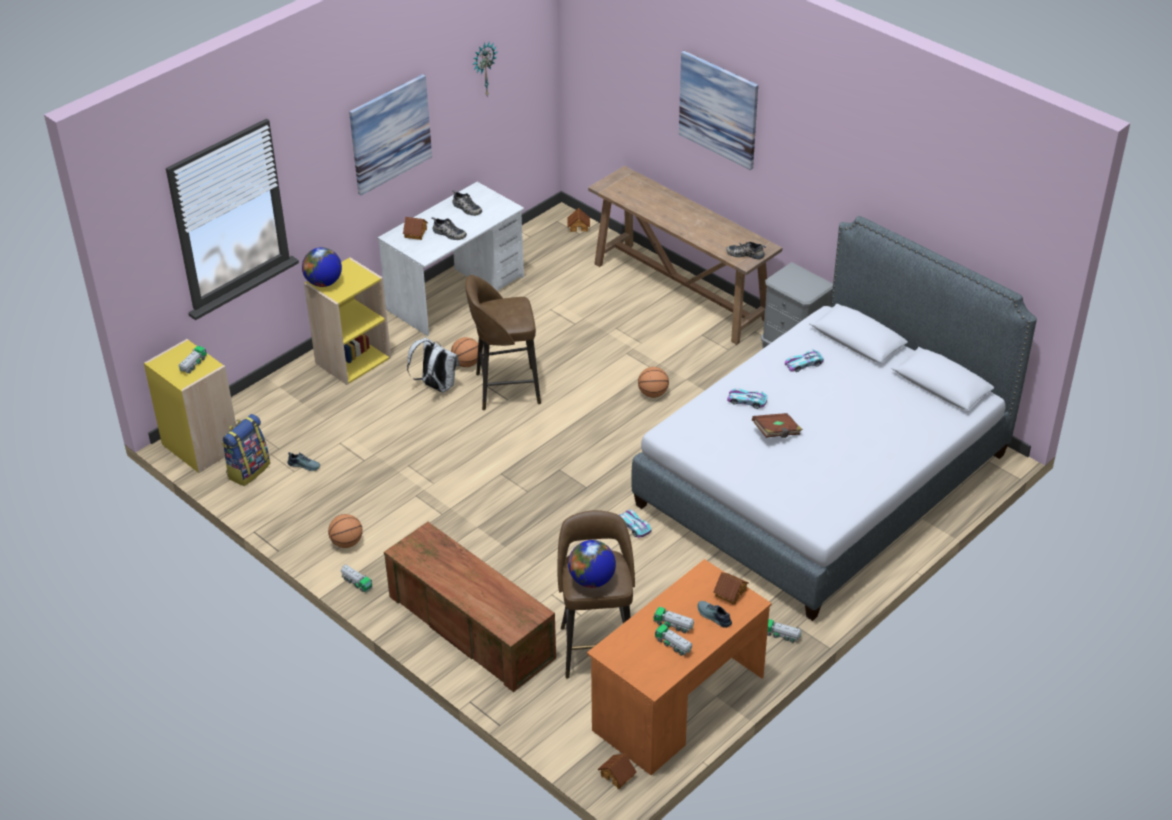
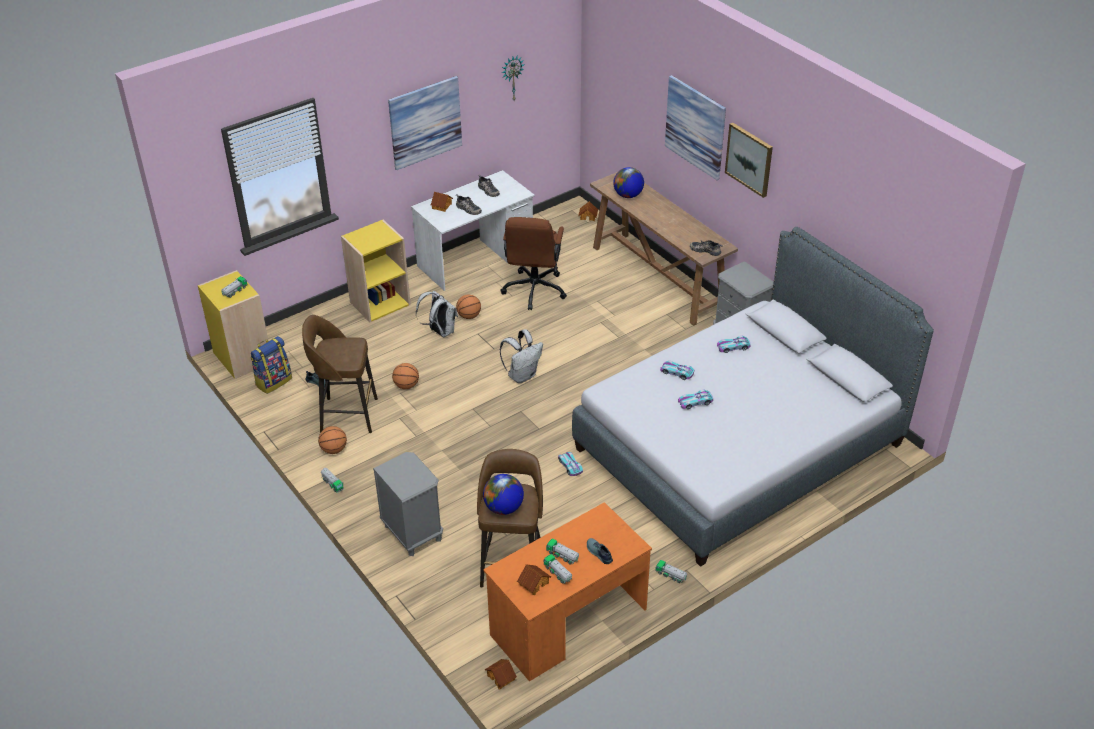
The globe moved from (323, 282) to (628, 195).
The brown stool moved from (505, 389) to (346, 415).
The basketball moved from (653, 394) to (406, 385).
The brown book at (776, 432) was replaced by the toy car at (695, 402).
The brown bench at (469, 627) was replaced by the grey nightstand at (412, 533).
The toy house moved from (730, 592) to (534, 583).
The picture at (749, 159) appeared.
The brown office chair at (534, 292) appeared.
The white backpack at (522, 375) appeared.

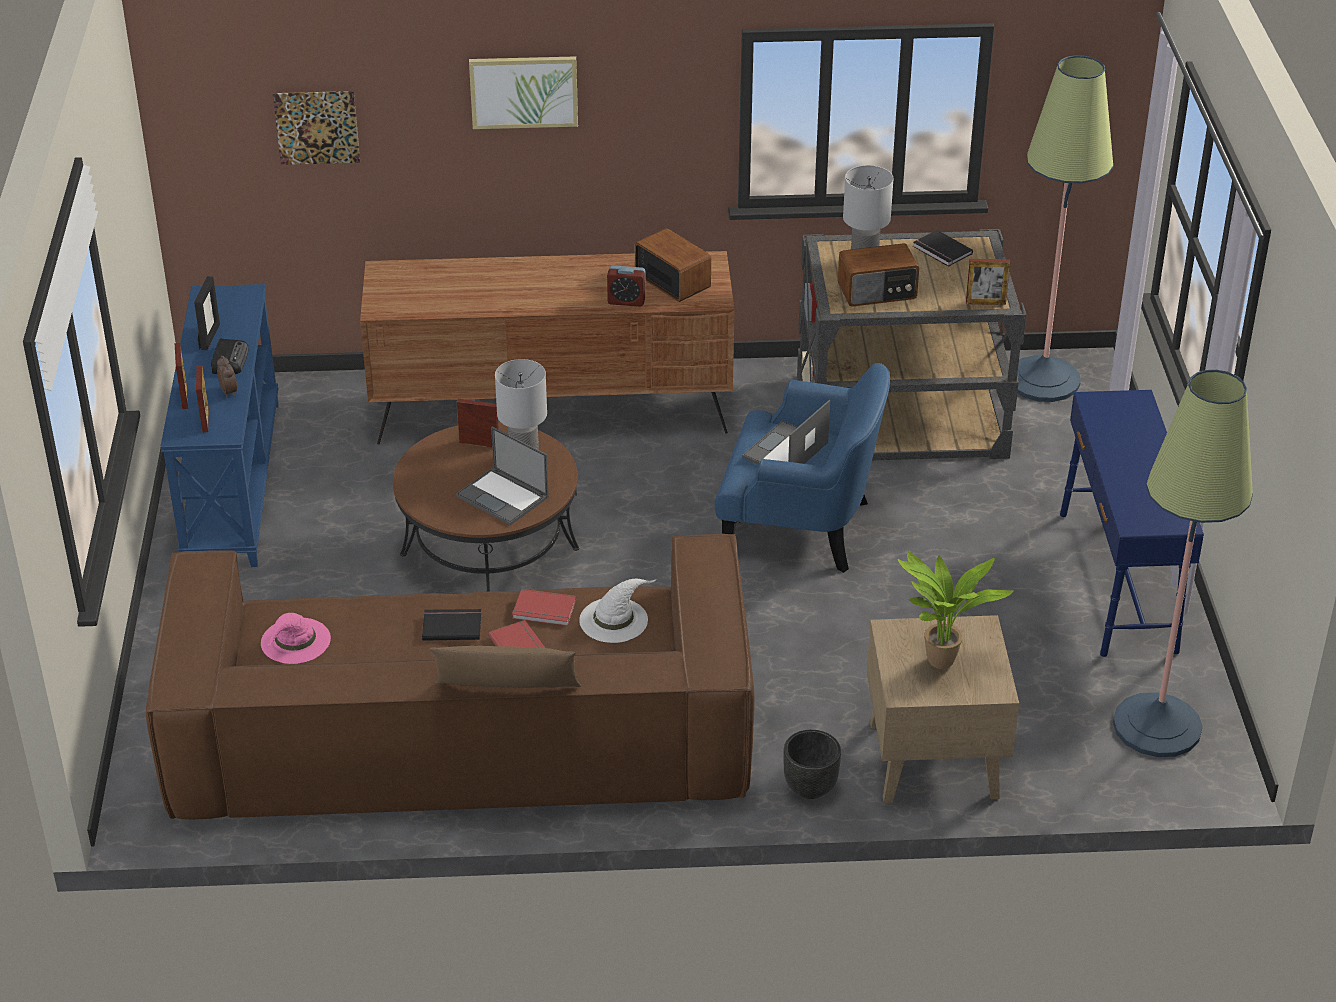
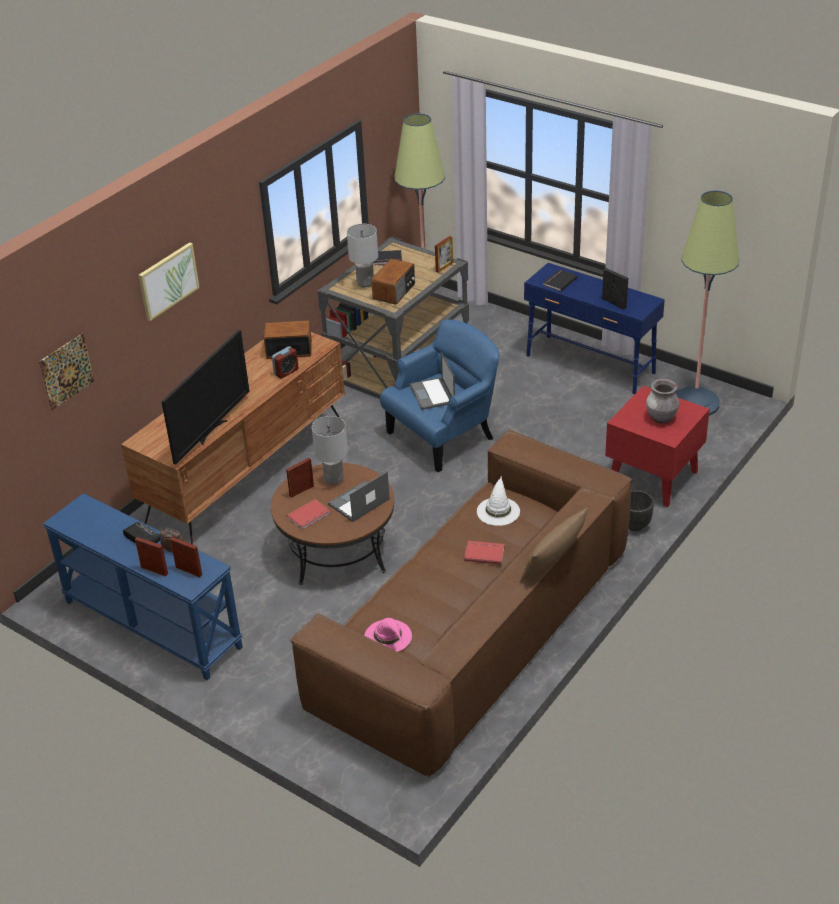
The picture frame moved from (209, 336) to (613, 303).
The laptop at (503, 497) turned 150 degrees clockwise.
The potted plant at (940, 665) was replaced by the grey vase at (661, 418).
The red book moved from (544, 611) to (309, 516).
The black book moved from (451, 626) to (559, 281).
The beige nightstand at (931, 760) became the red nightstand at (652, 478).
The television at (211, 431) appeared.

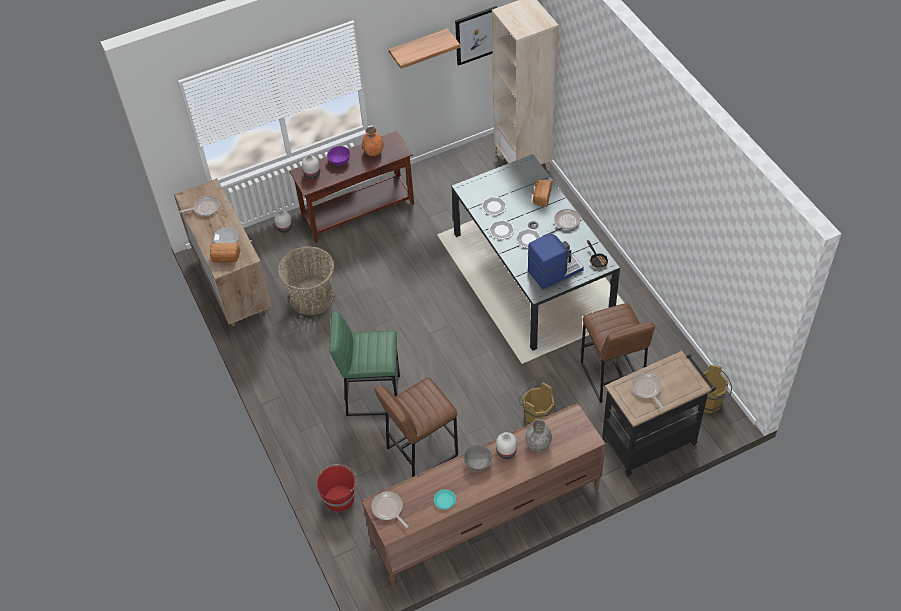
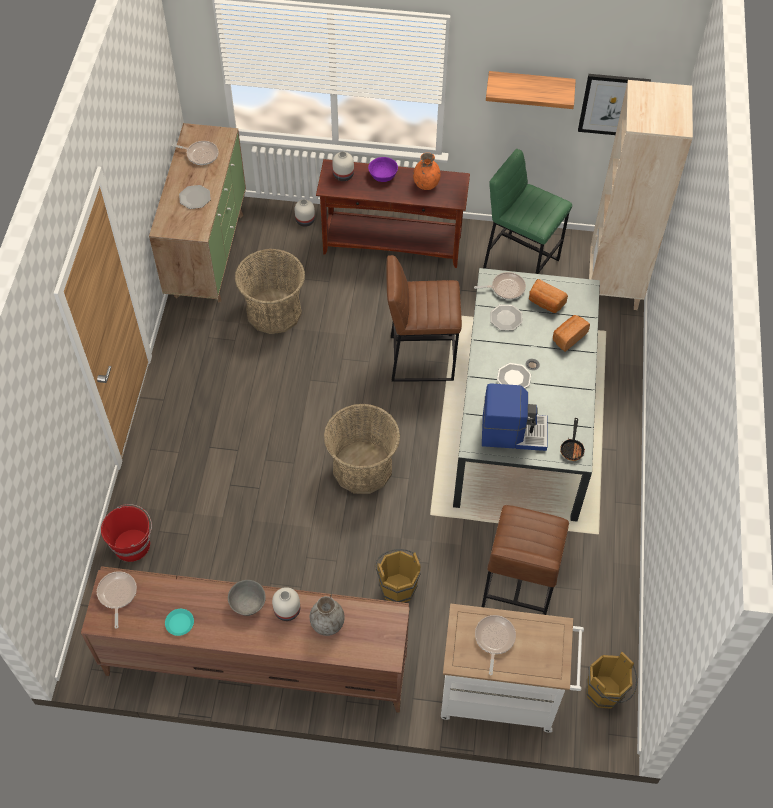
The frying pan moved from (565, 222) to (505, 288).
The plate at (501, 230) disappeared.
The bread moved from (225, 258) to (545, 303).
The green stool moved from (372, 395) to (520, 263).
The black cart at (651, 441) became the white cart at (502, 696).
The brown stool moved from (421, 452) to (420, 358).
The basket at (362, 467) appeared.

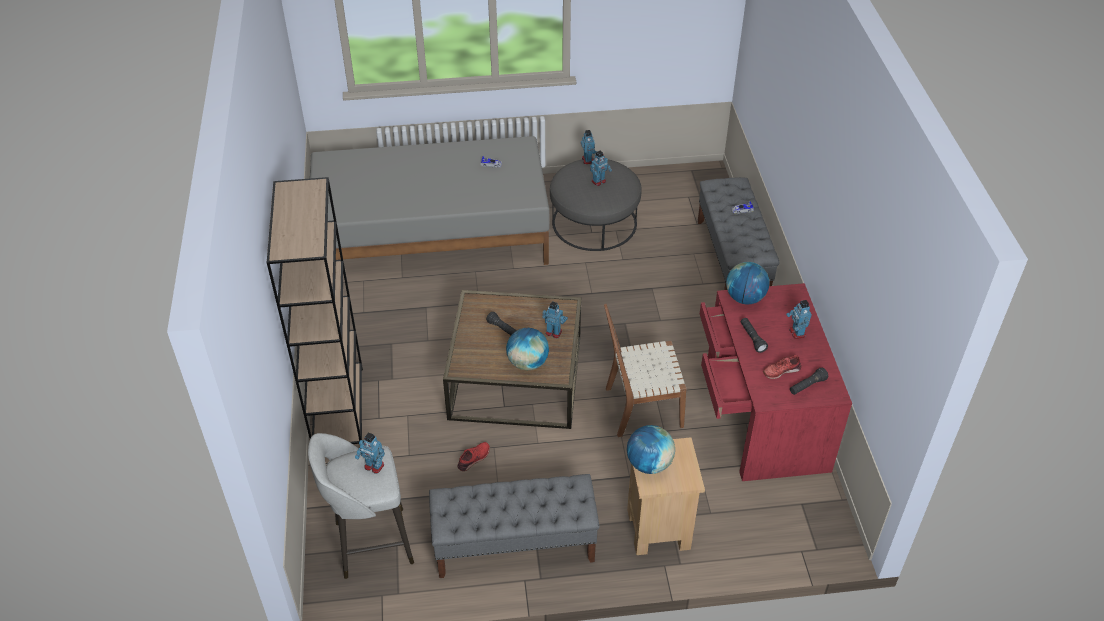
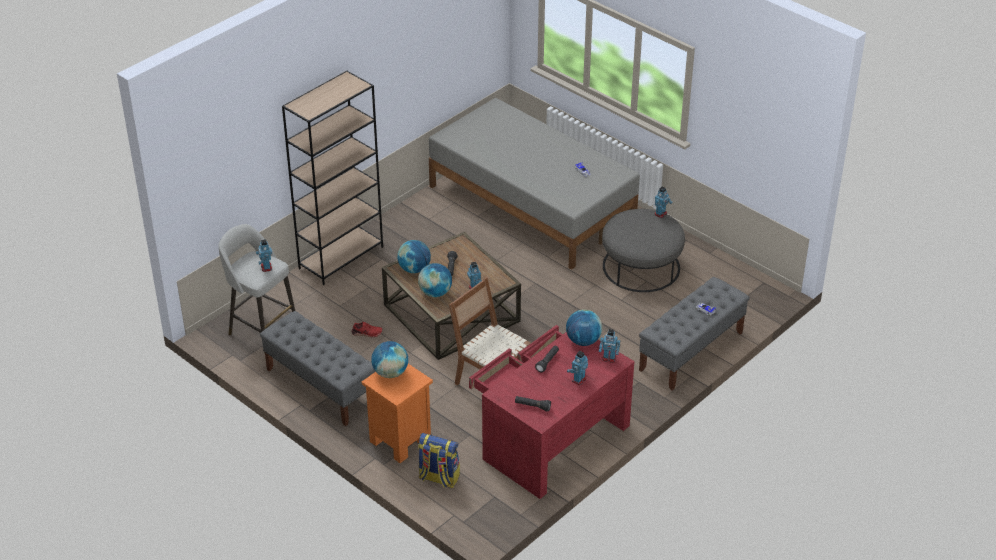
The toy robot moved from (599, 181) to (609, 358).
The red shoe at (781, 370) disappeared.
The beige nightstand at (657, 528) became the orange nightstand at (400, 440).
The globe at (414, 269) appeared.
The backpack at (438, 478) appeared.

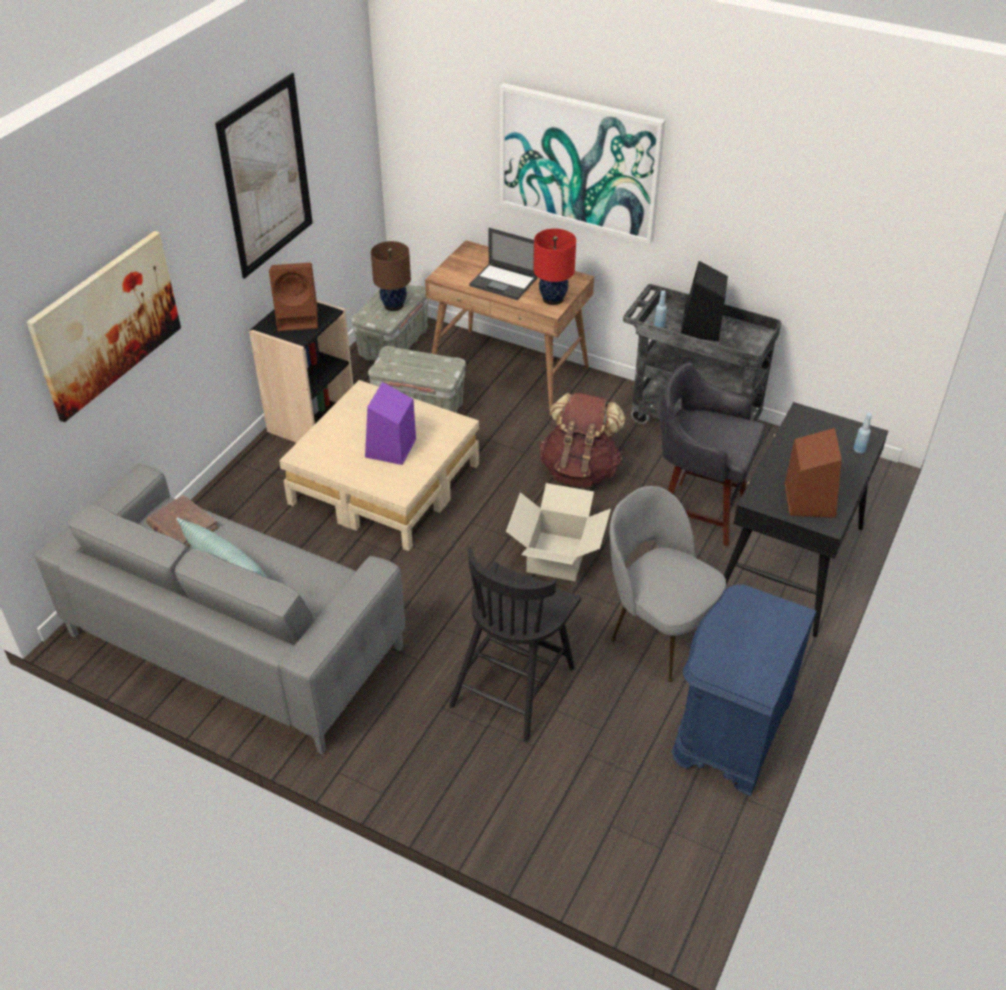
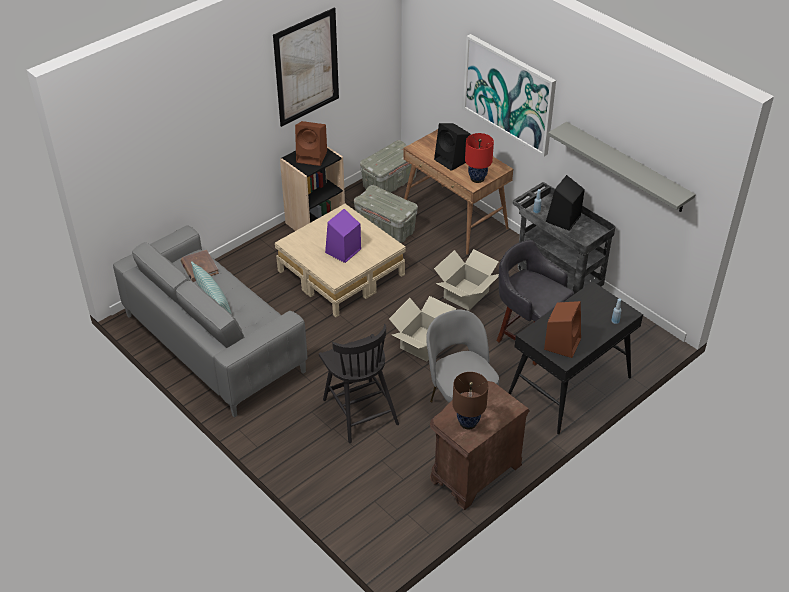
The laptop at (504, 282) was replaced by the black speaker at (452, 160).
The picture at (107, 324) disappeared.
The brown table lamp moved from (393, 305) to (468, 422).
The brown backpack at (580, 470) was replaced by the cardboard box at (466, 294).
The black chair at (514, 683) turned 75 degrees counterclockwise.
The blue nightstand at (728, 729) became the brown nightstand at (472, 470).
The grey shelf at (626, 167) appeared.

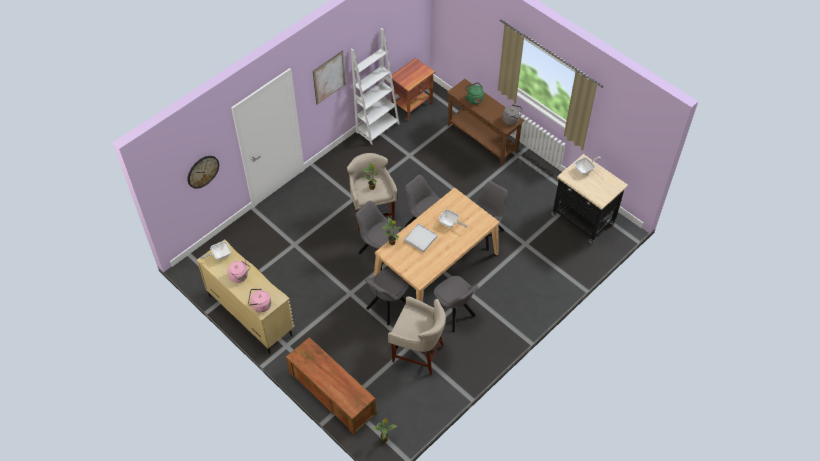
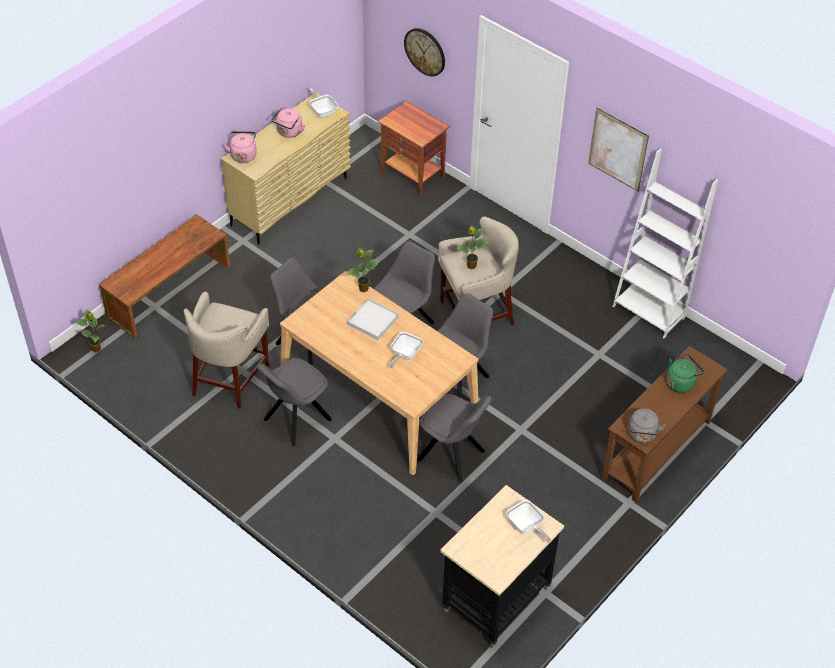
The nightstand moved from (412, 105) to (413, 175).

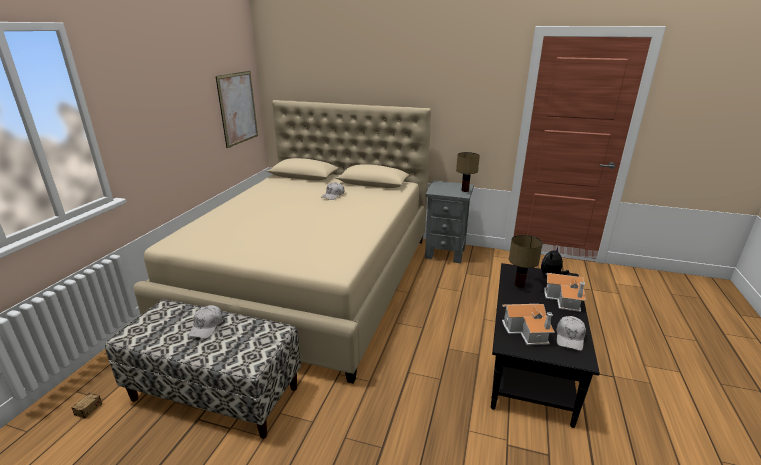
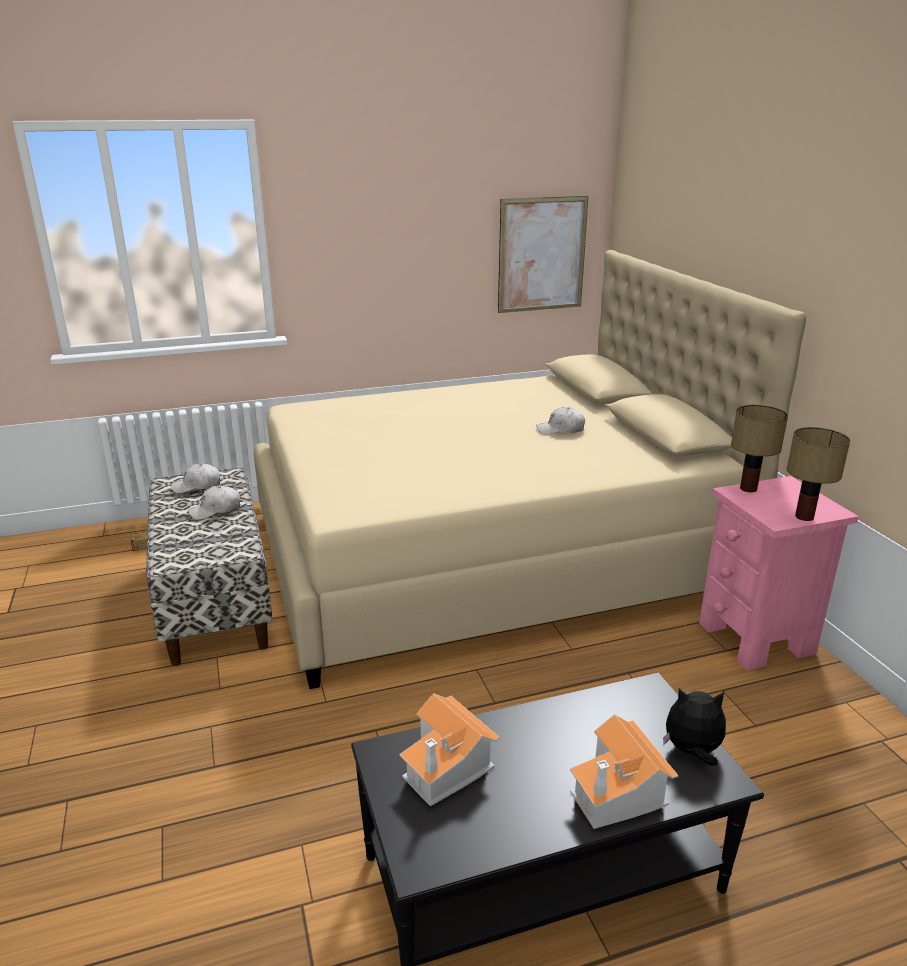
The grey nightstand at (445, 253) became the pink nightstand at (755, 639).
The table lamp moved from (520, 285) to (748, 489).
The white cap moved from (570, 337) to (197, 486).

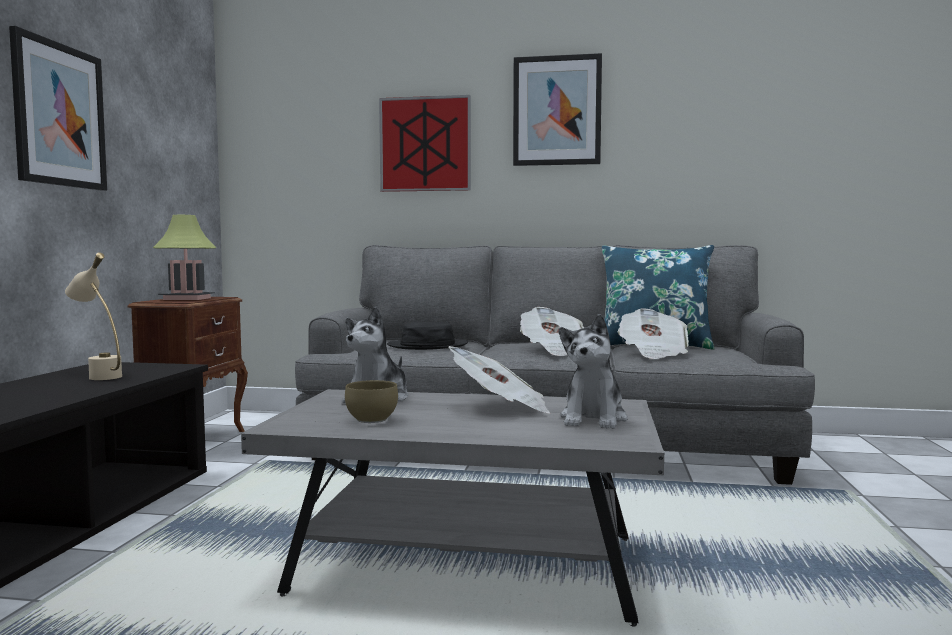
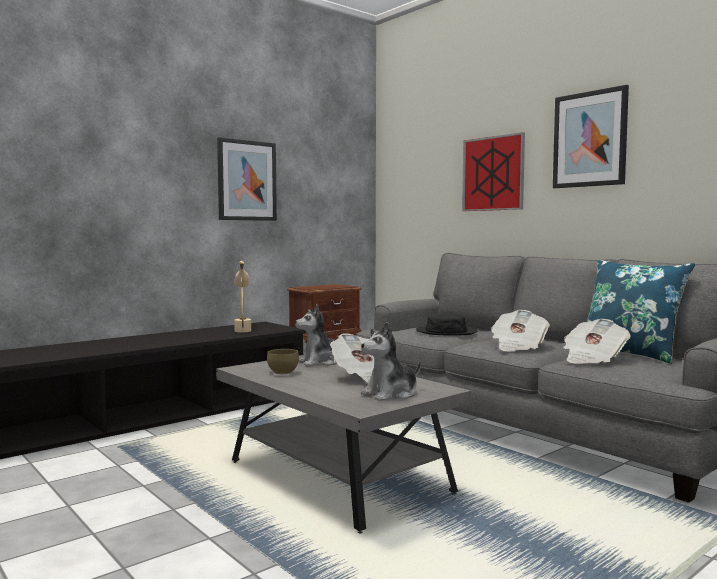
The table lamp at (187, 299) disappeared.

